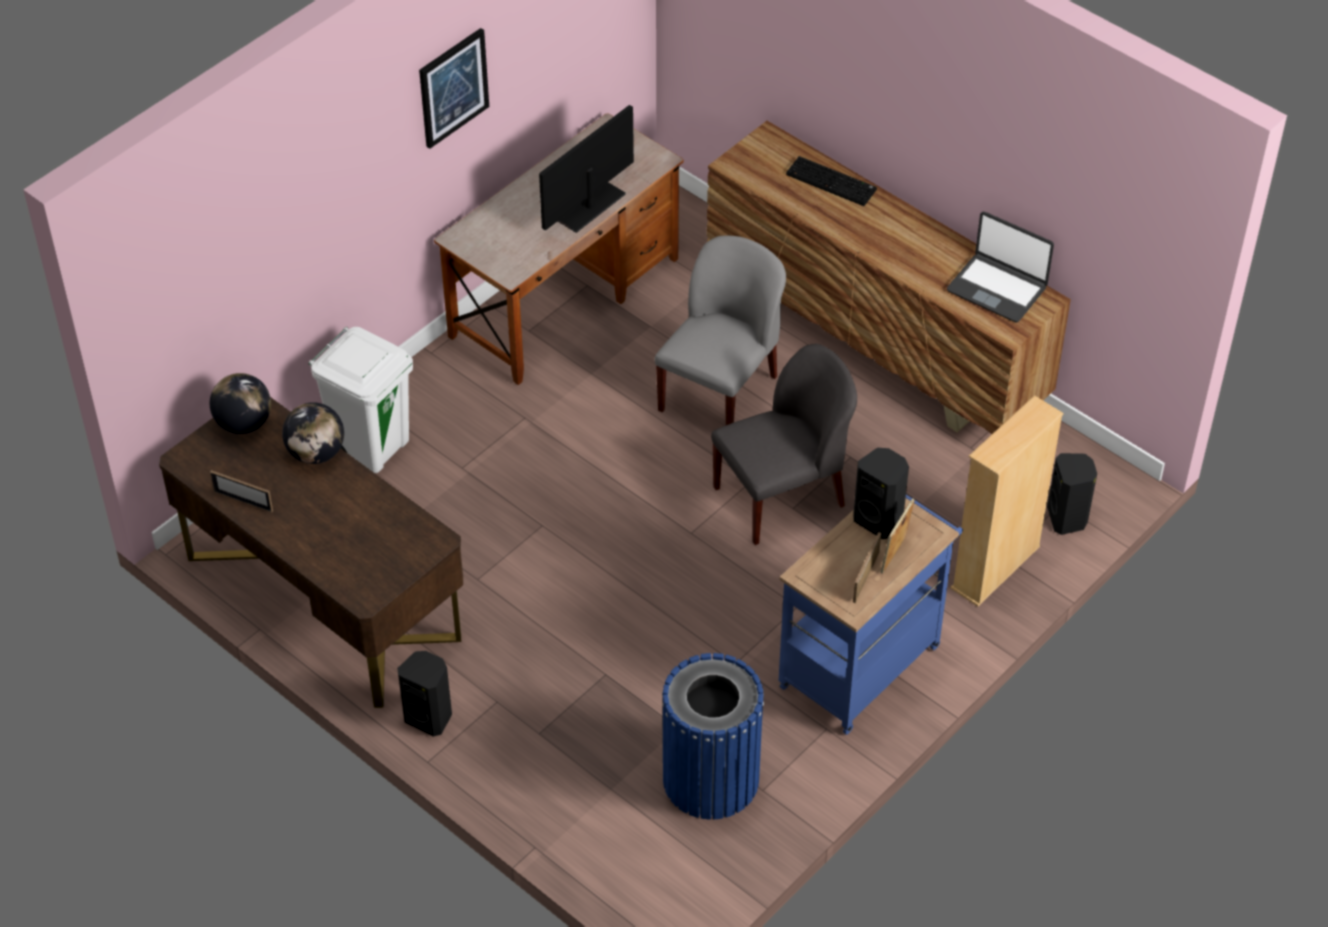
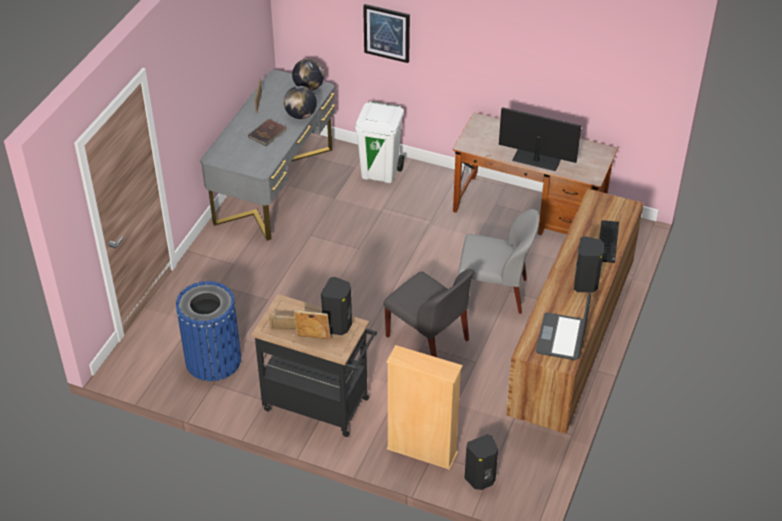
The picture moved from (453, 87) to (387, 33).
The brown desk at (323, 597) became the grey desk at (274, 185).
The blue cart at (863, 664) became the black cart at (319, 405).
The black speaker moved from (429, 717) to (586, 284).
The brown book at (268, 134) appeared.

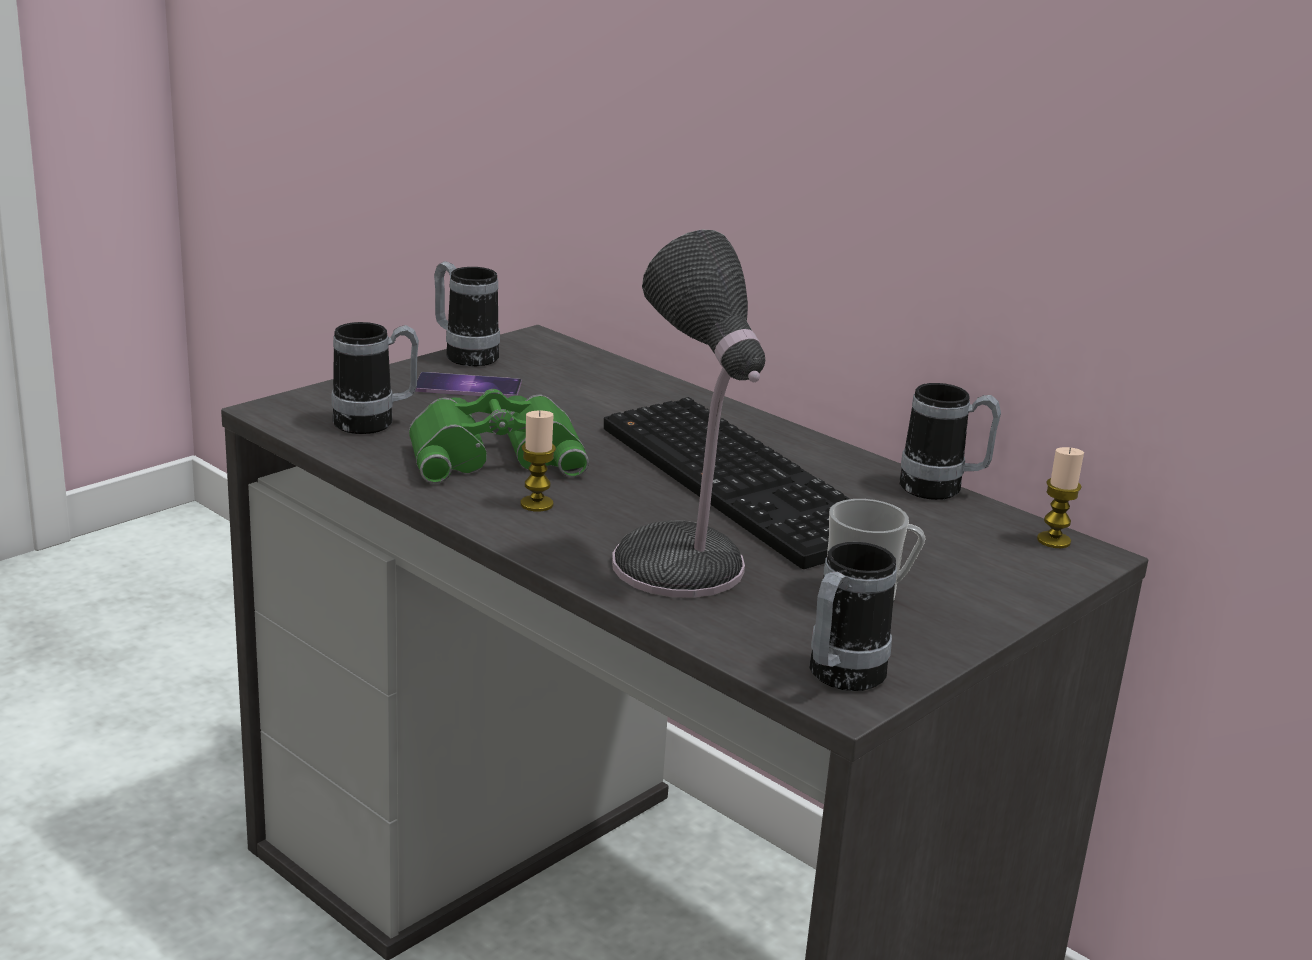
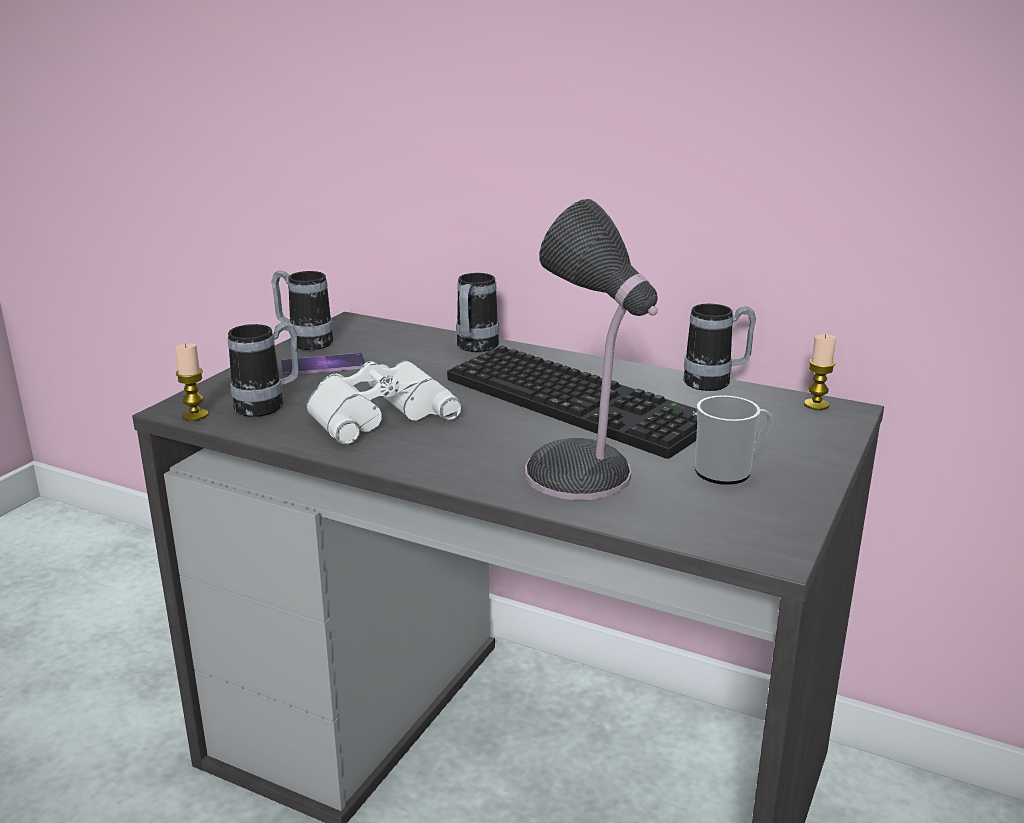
The green binoculars at (495, 453) became the white binoculars at (379, 412).
The candle moved from (536, 504) to (195, 415).
The mug moved from (839, 679) to (474, 348).

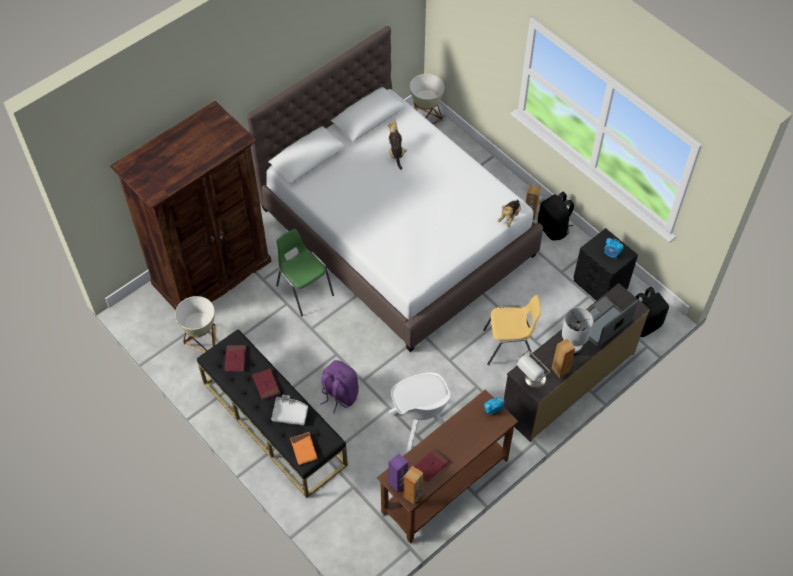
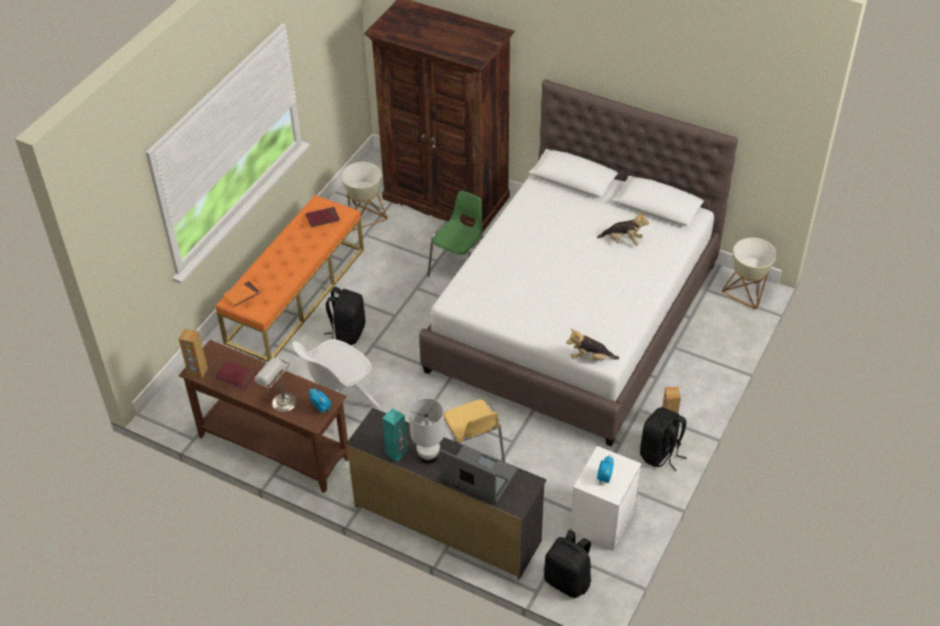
The plush toy at (396, 153) turned 45 degrees clockwise.
The black nightstand at (600, 286) became the white nightstand at (601, 521).
The black bench at (273, 423) became the orange bench at (296, 295).
The brown speaker at (560, 370) became the turquoise speaker at (396, 453).
The white table lamp moved from (532, 381) to (279, 400).
The purple backpack at (339, 395) became the black backpack at (347, 332).
The red book at (266, 385) disappeared.
The grey tray at (290, 413) disappeared.
The purple speaker at (398, 483) disappeared.

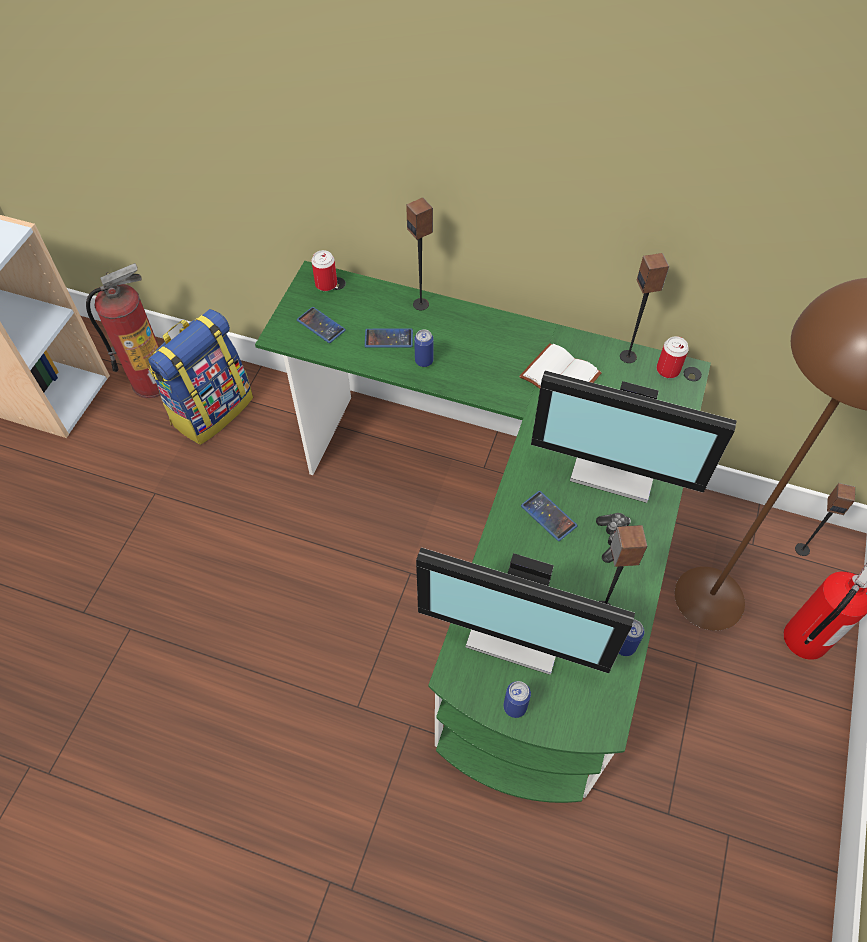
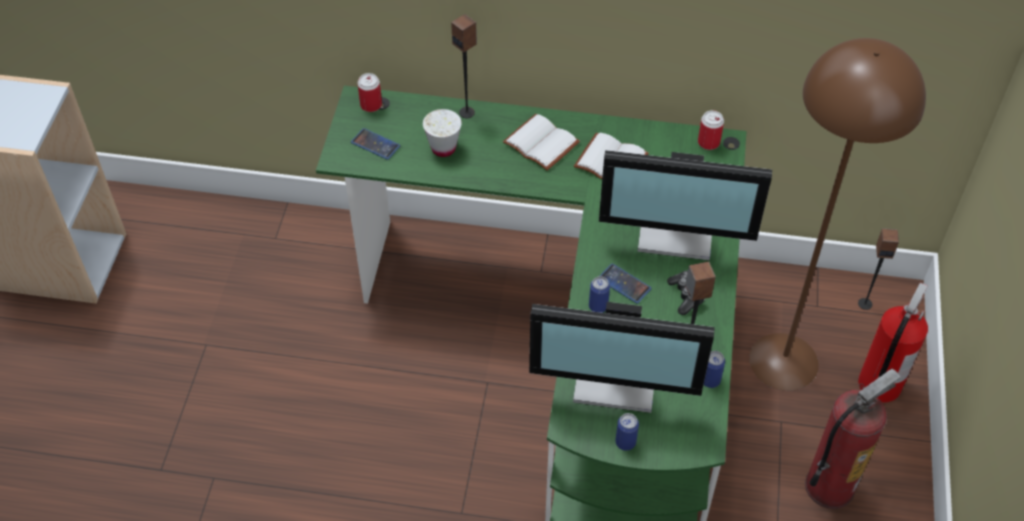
The speaker at (628, 356) disappeared.
The fire extinguisher moved from (152, 381) to (829, 485).
The backpack at (211, 409) disappeared.
The phone at (388, 339) was replaced by the white cup at (443, 148).
The can moved from (424, 361) to (598, 306).
The white book at (543, 143) appeared.

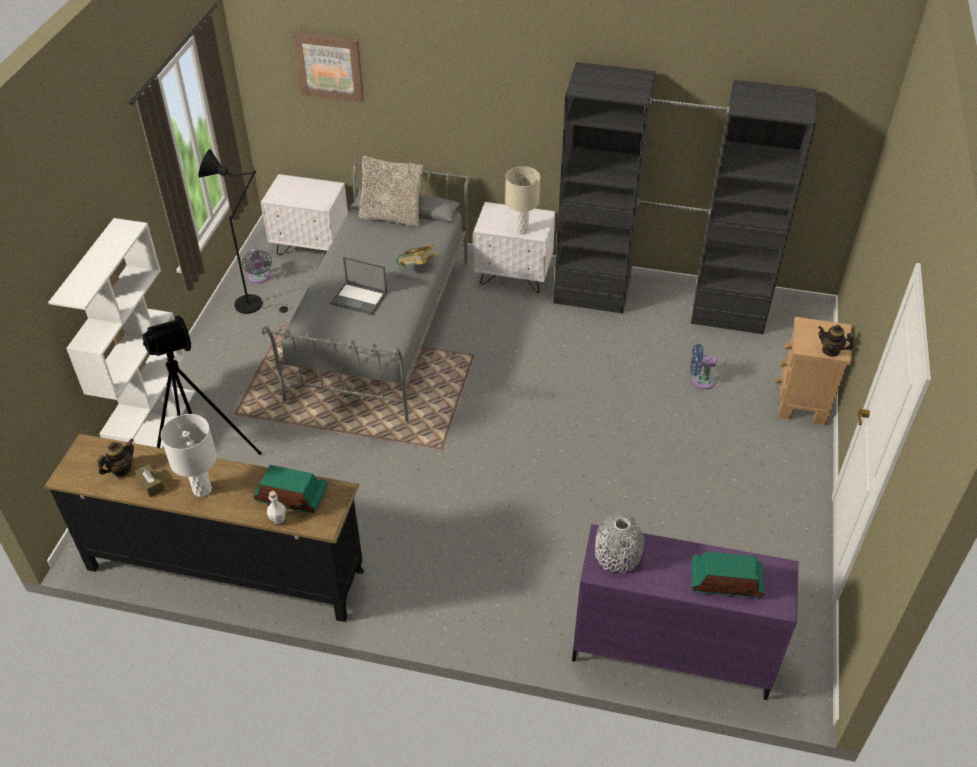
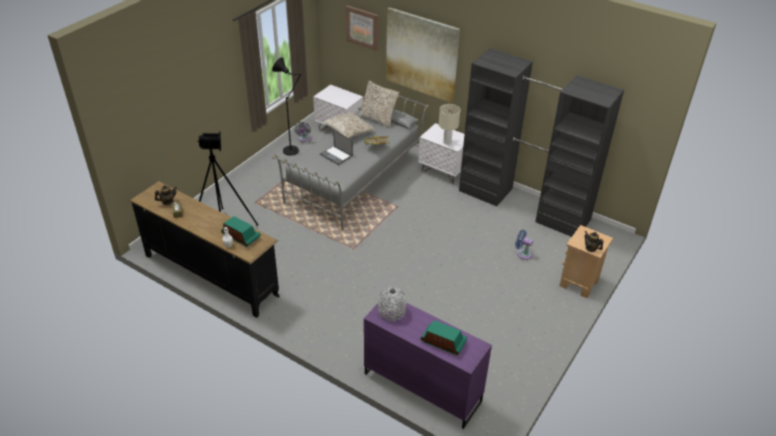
The white bookcase at (155, 430) disappeared.
The white table lamp at (202, 490) disappeared.
The picture at (421, 54) appeared.
The beige pillow at (349, 131) appeared.

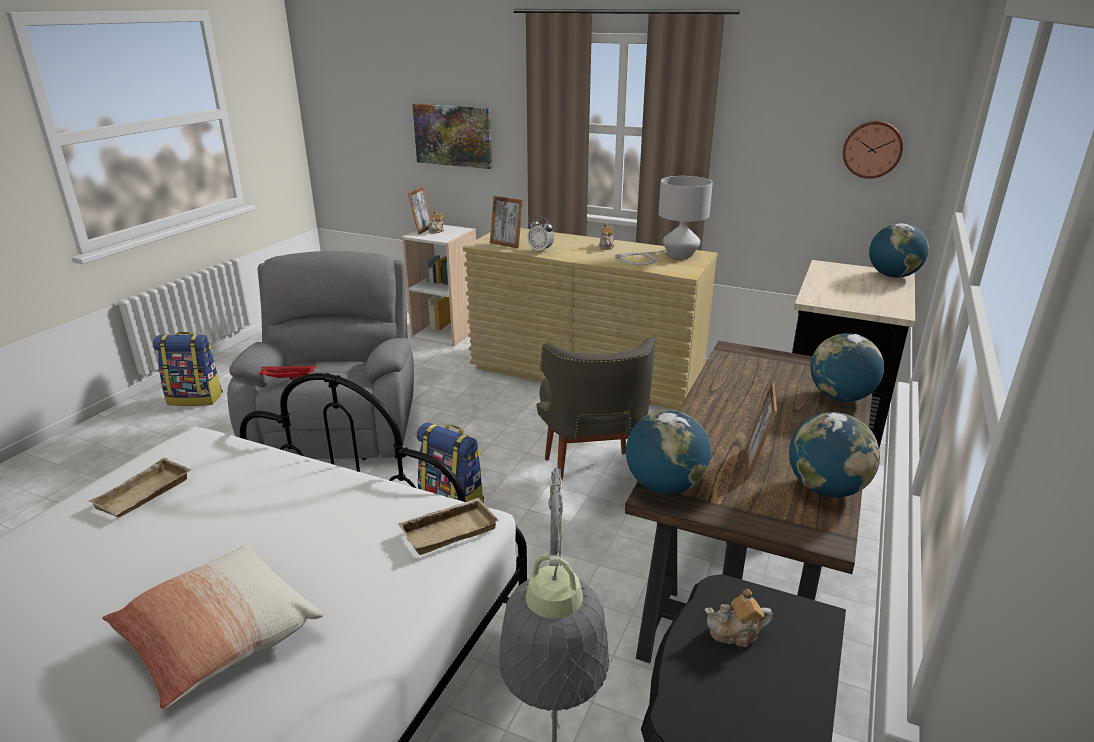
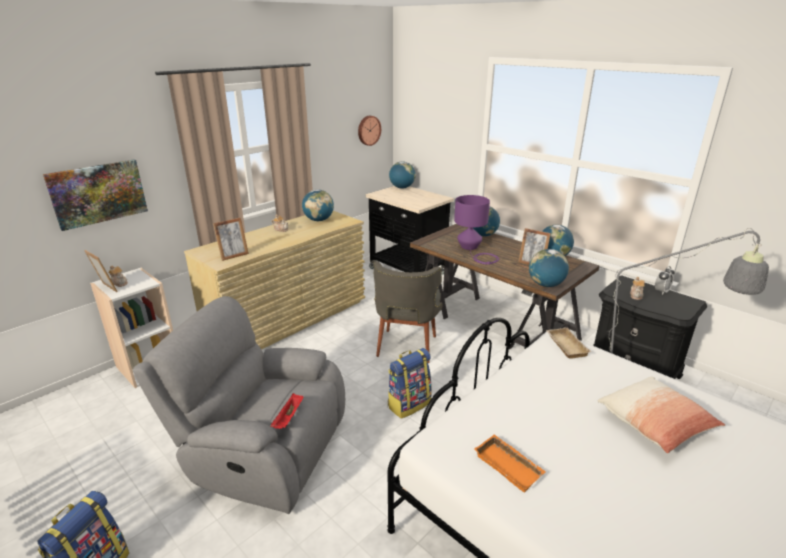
The white table lamp at (663, 256) was replaced by the globe at (319, 220).
The alarm clock moved from (540, 250) to (661, 291).
The grey chair at (592, 477) turned 90 degrees clockwise.
The beige tray at (144, 495) became the orange tray at (510, 466).
The purple table lamp at (475, 251) appeared.

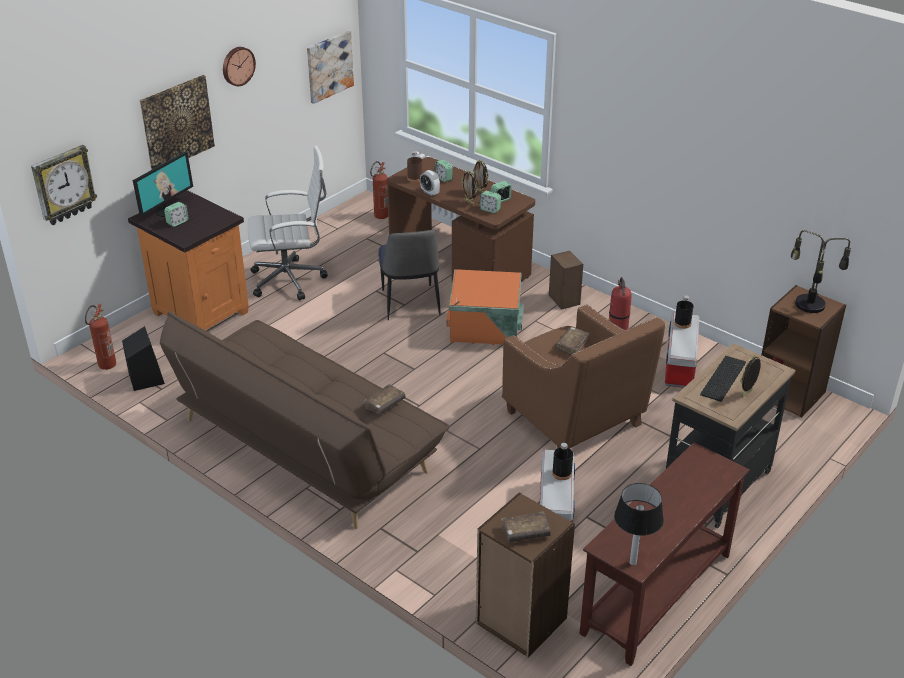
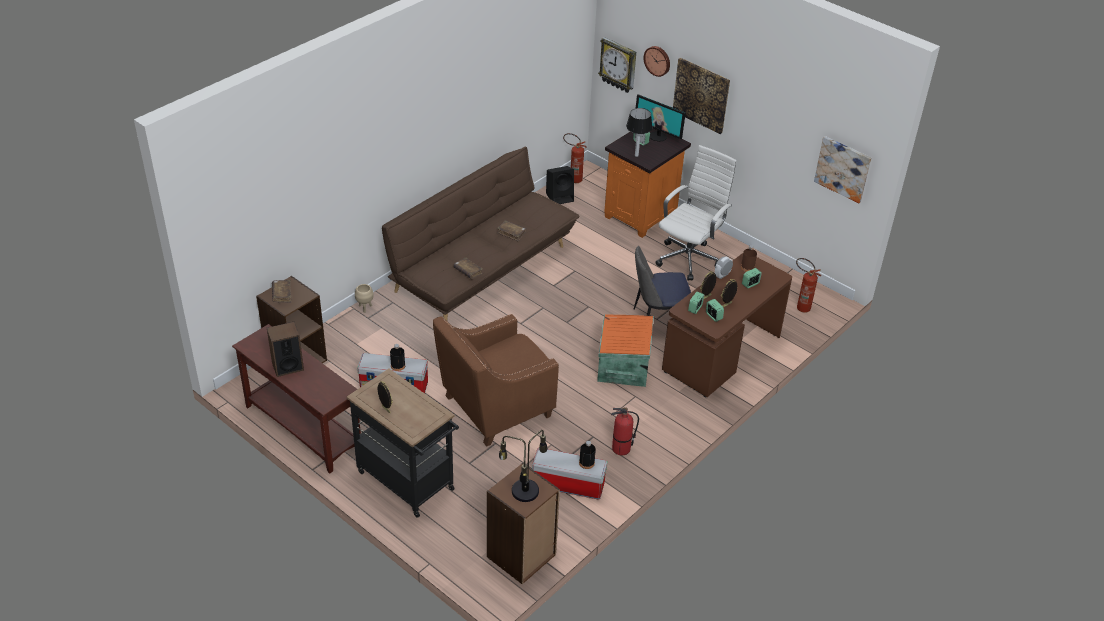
The wall clock moved from (237, 66) to (657, 60).
The white office chair at (291, 280) turned 135 degrees counterclockwise.
The speaker moved from (564, 300) to (287, 366).
The brown book moved from (572, 345) to (511, 233).
The keyboard at (724, 379) disappeared.
The table lamp moved from (632, 563) to (636, 155).
The beige planter at (365, 308) appeared.

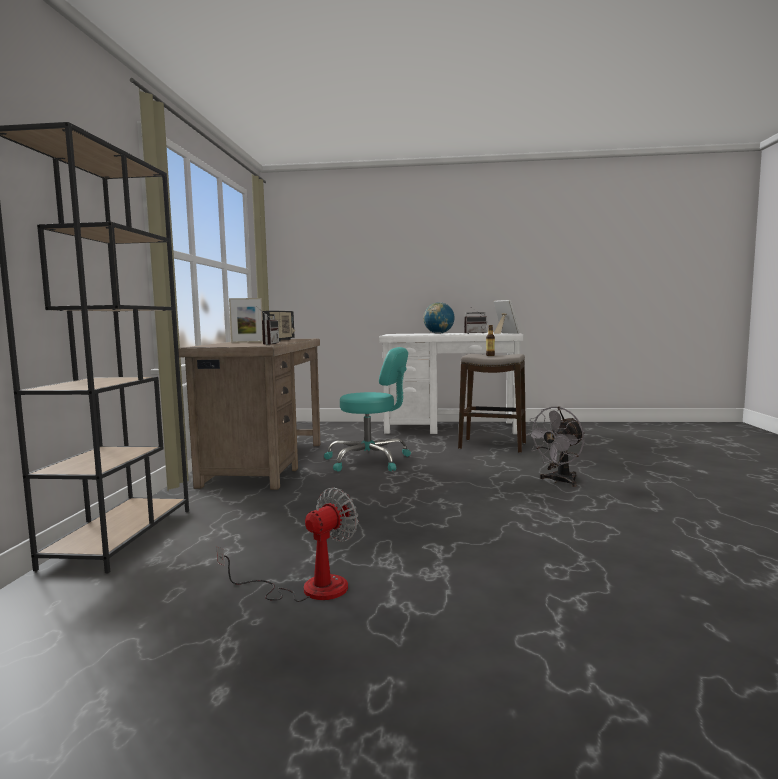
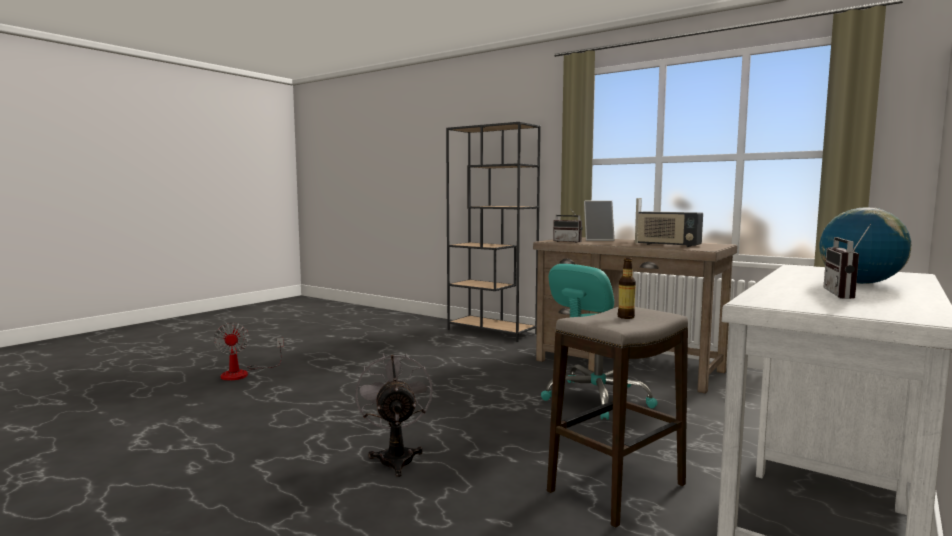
The picture frame moved from (504, 333) to (598, 240).
The fan moved from (308, 588) to (243, 373).

